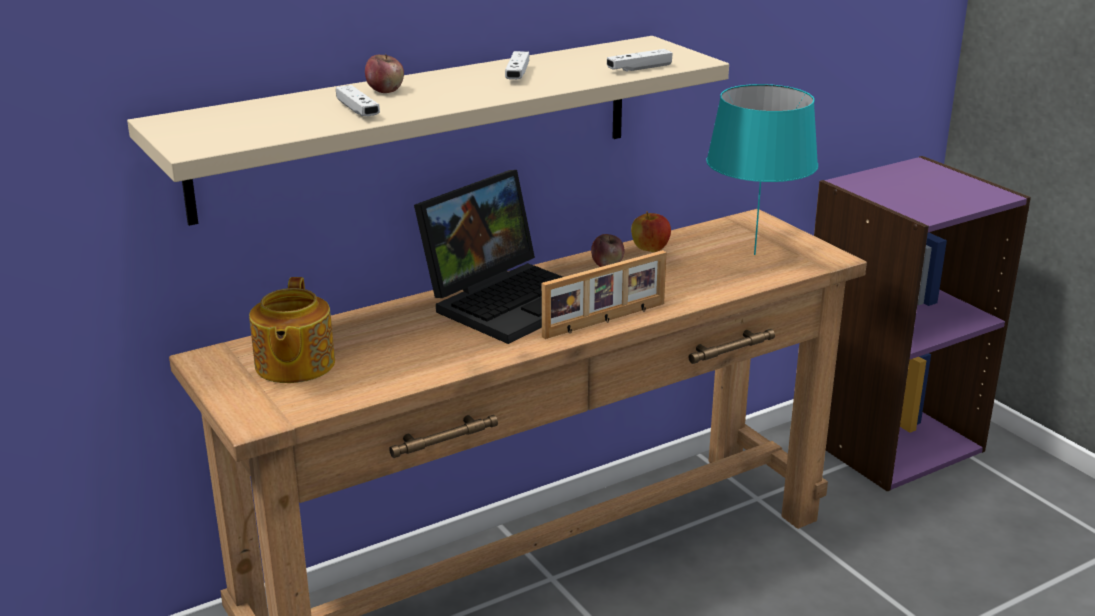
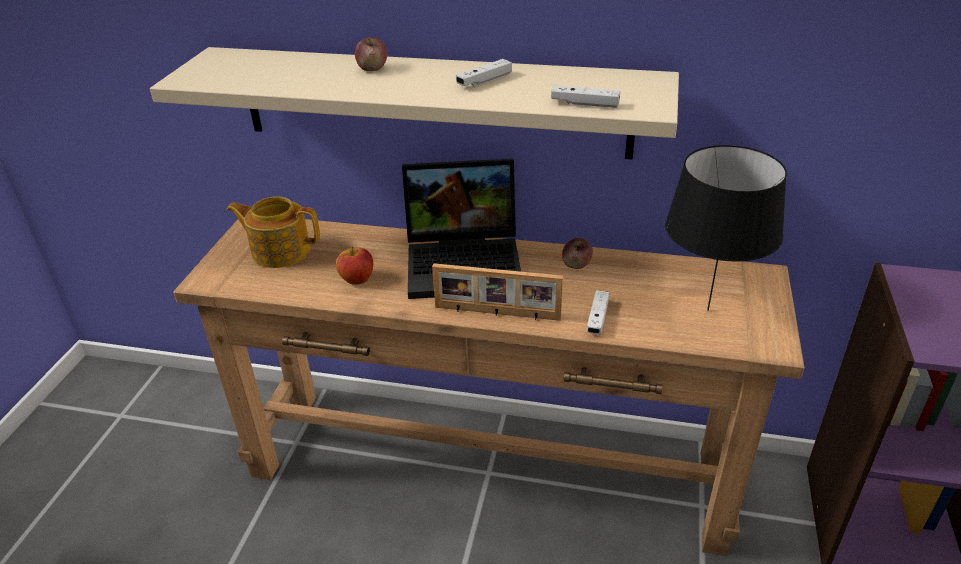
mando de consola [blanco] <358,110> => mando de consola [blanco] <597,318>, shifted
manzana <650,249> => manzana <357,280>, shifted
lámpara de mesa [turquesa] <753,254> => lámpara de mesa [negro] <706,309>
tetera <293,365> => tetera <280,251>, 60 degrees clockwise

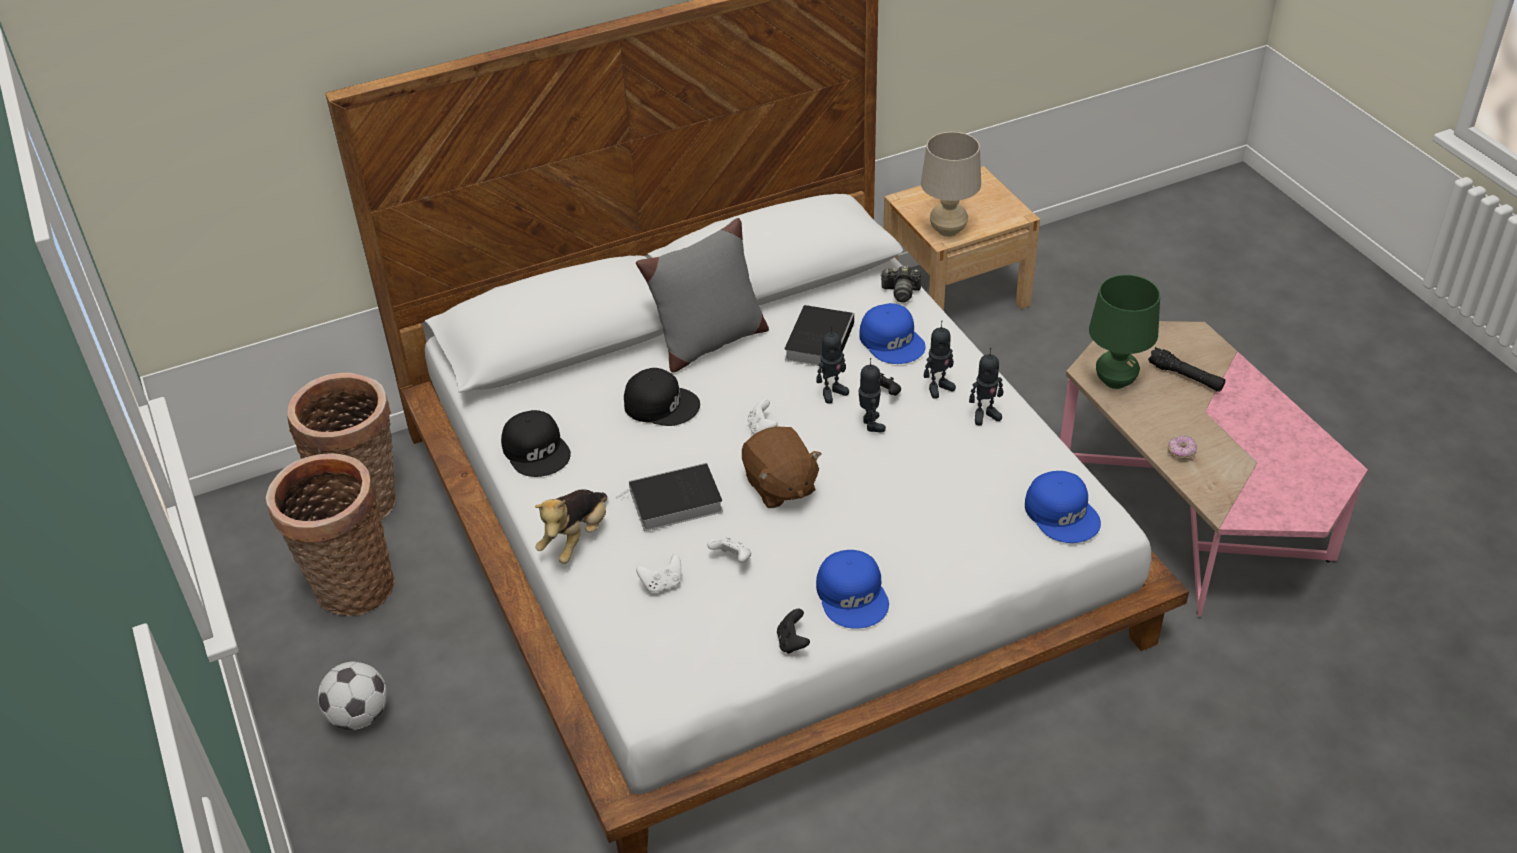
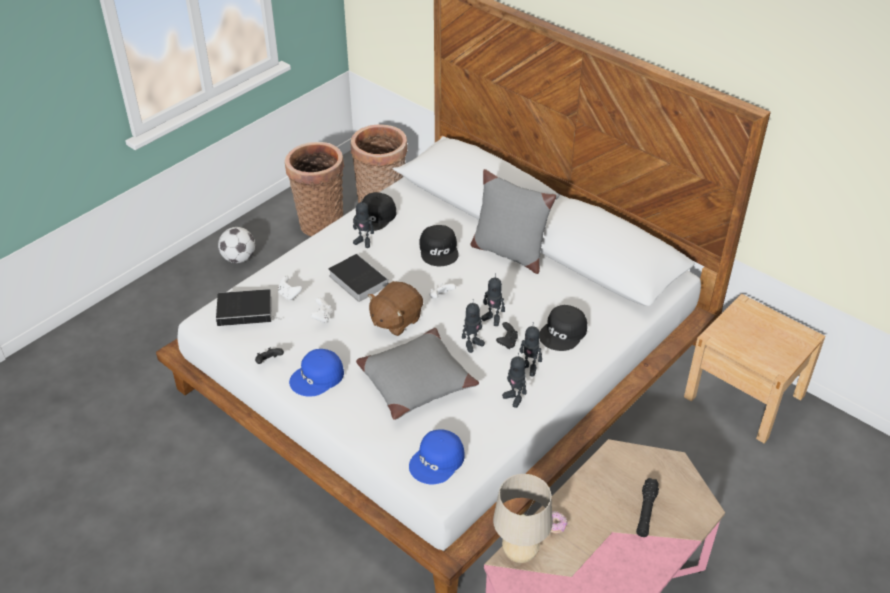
peluche <576,538> => nothing
cámara <901,292> => nothing
lámpara de mesa [verde] <1115,381> => nothing
nothing => robot de juguete <363,242>
nothing => cojín [gris] <416,381>
libro <819,339> => libro <246,310>, shifted
lámpara de mesa [beis] <948,231> => lámpara de mesa [beis] <519,553>, shifted
gorra [azul] <892,341> => gorra [negro] <563,333>

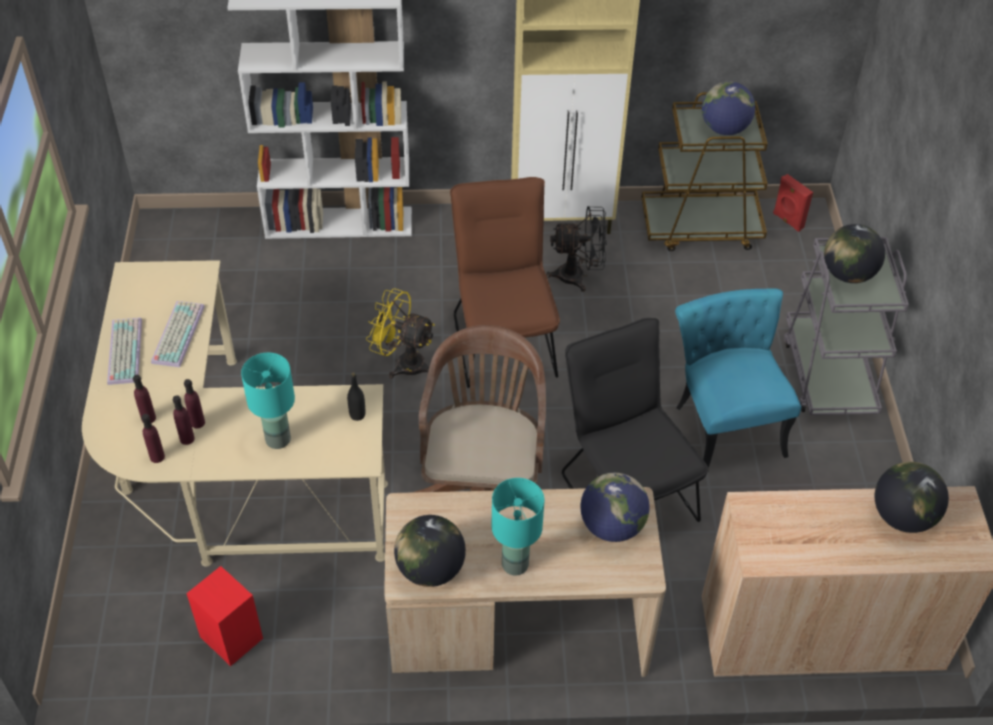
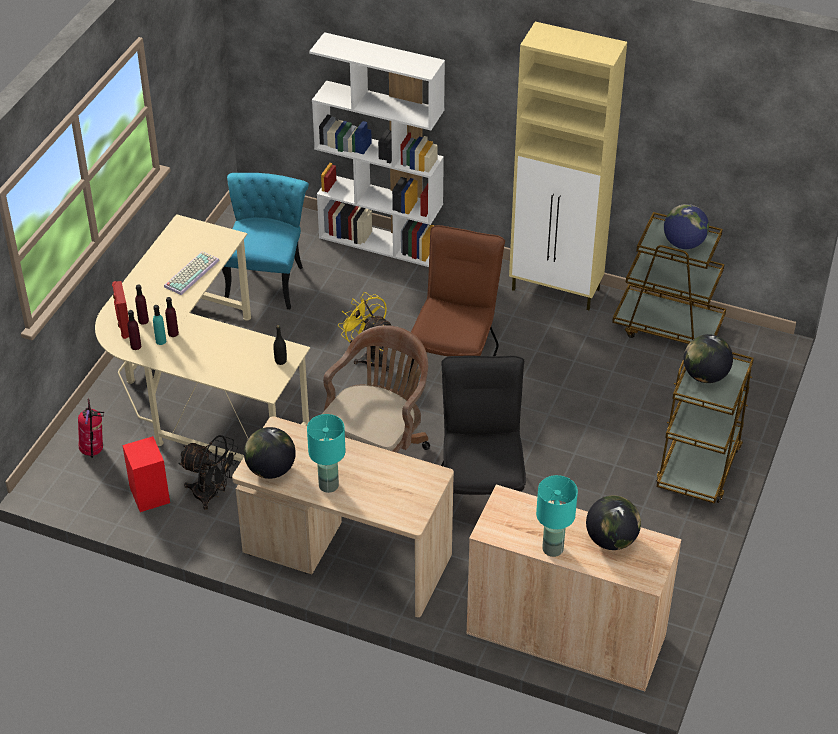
teclado <123,350> => nothing
globo terráqueo <612,526> => nothing
nothing => extintor <93,451>
lámpara de mesa [turquesa] <278,439> => lámpara de mesa [turquesa] <553,549>, shifted
ventilador [negro] <578,276> => ventilador [negro] <211,495>, shifted
silla [turquesa] <724,422> => silla [turquesa] <267,277>, shifted
altavoz [rojo] <787,221> => altavoz [rojo] <123,327>, shifted
botella [morado] <187,439> => botella [turquesa] <161,341>
carrito [gris] <828,374> => carrito [marrón] <698,465>

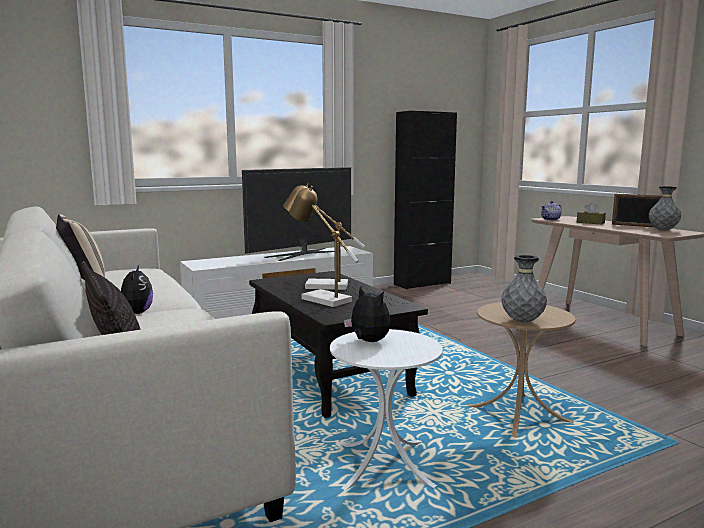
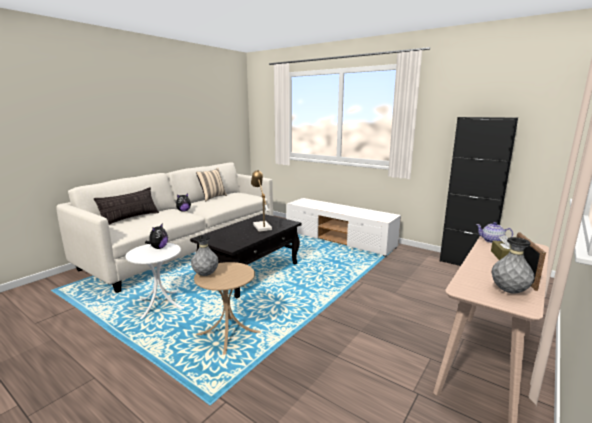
televisor <303,254> => nothing
lámpara de mesa <320,299> => nothing

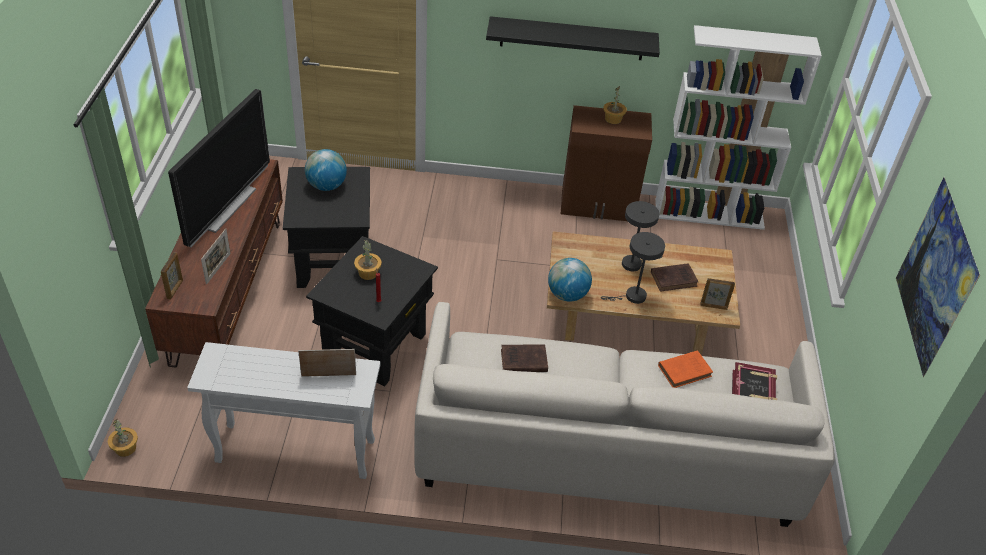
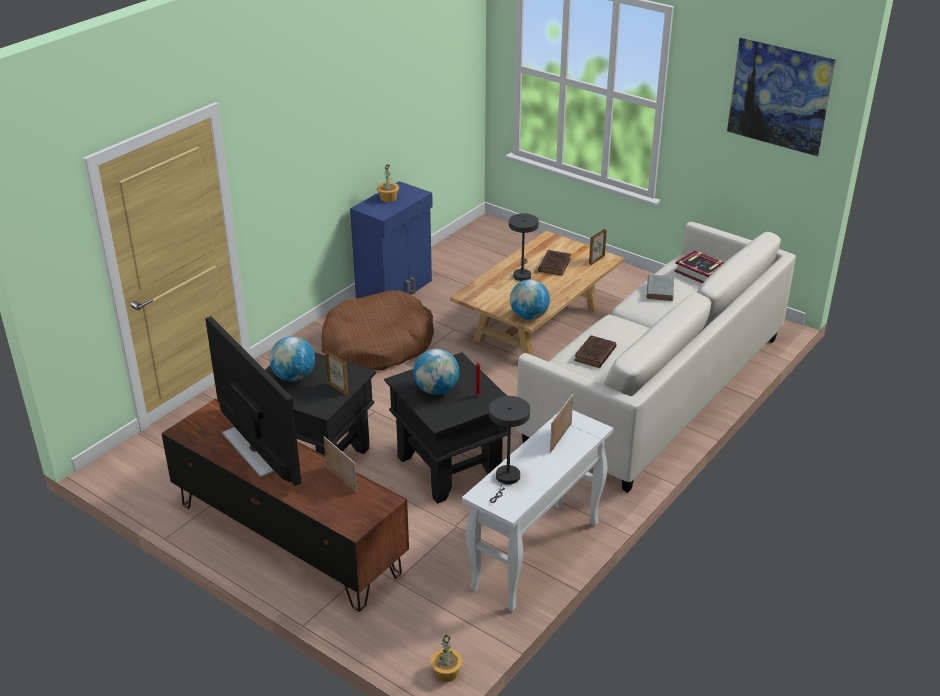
estante [negro] <572,38> => nothing
estantería [blanco] <709,213> => nothing
nothing => cama para perro [marrón] <377,345>
portarretratos <175,289> => portarretratos <338,388>, shifted
lámpara de mesa [gris] <632,297> => lámpara de mesa [gris] <506,479>, shifted
planta en maceta <368,273> => globo terráqueo <436,390>
armario [marrón] <598,206> => armario [azul] <395,290>
libro [naranja] <685,371> => libro [gris] <660,289>

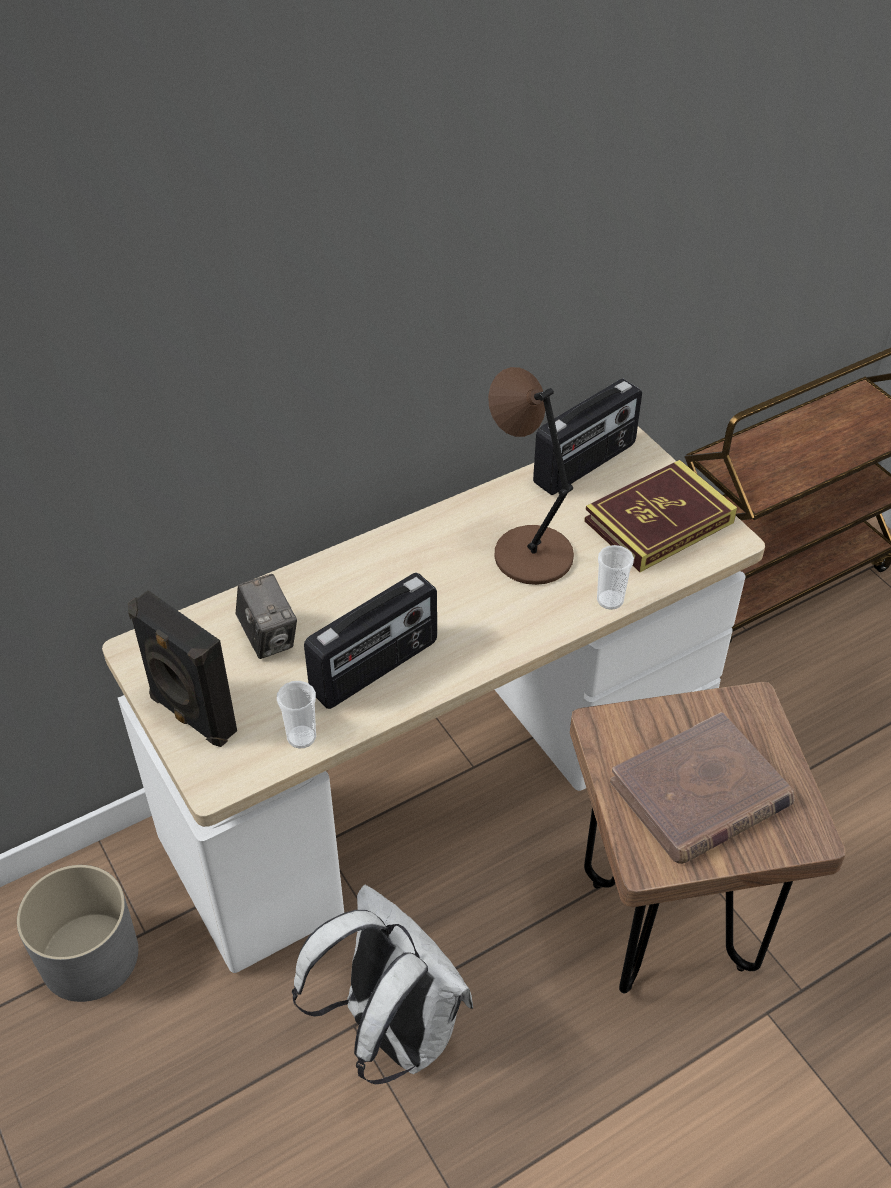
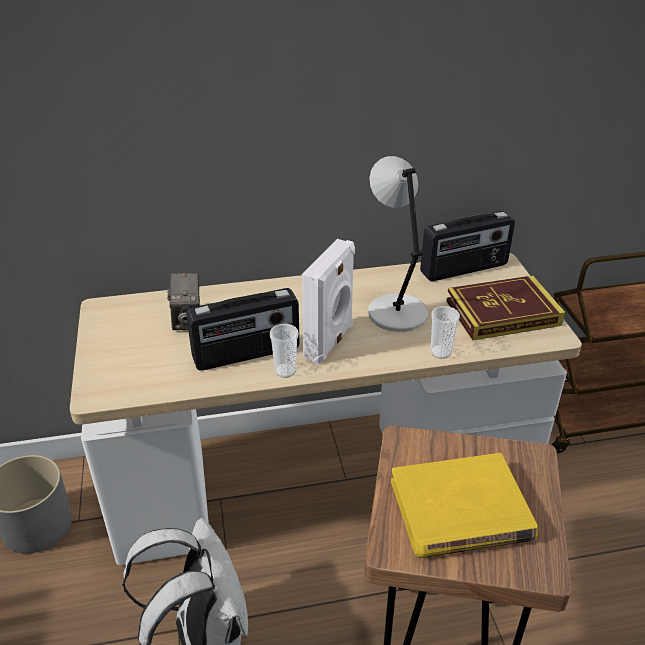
altavoz [negro] <191,716> => nothing
nothing => altavoz [blanco] <330,342>
taza <301,737> => taza <285,371>, shifted
lámpara de mesa [marrón] <529,553> => lámpara de mesa [gris] <395,311>
libro [marrón] <700,794> => libro [amarillo] <460,510>

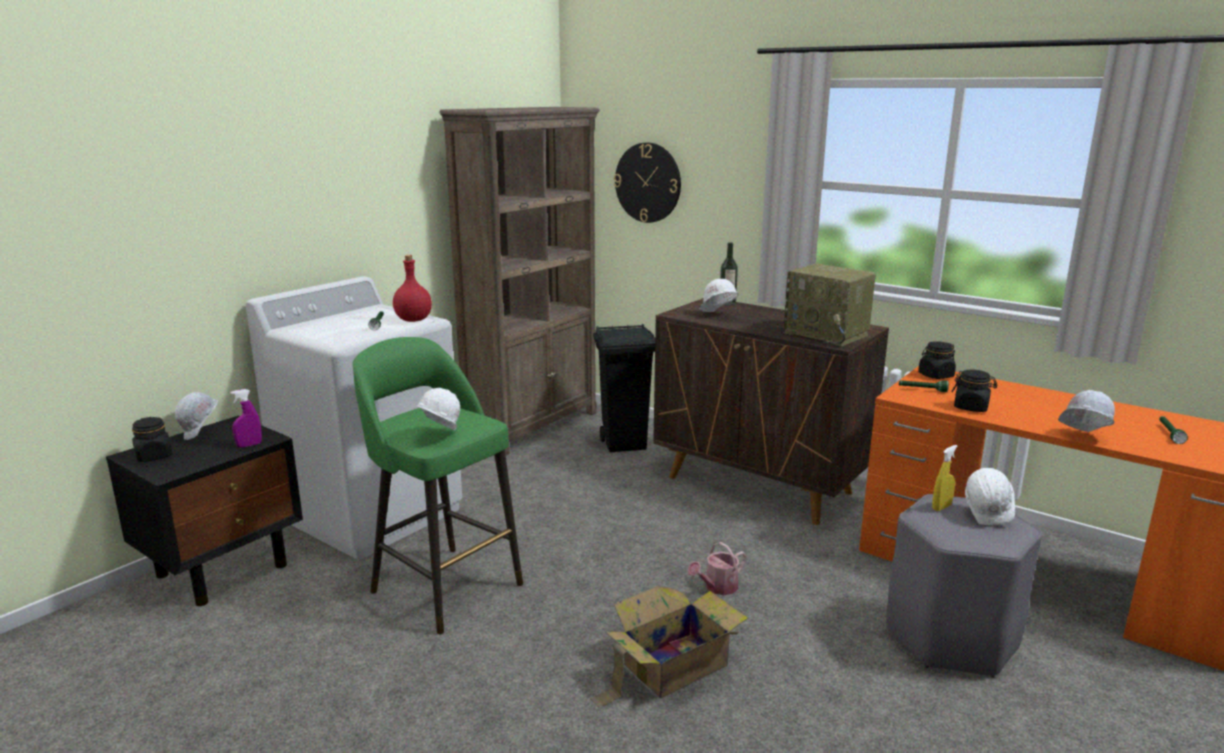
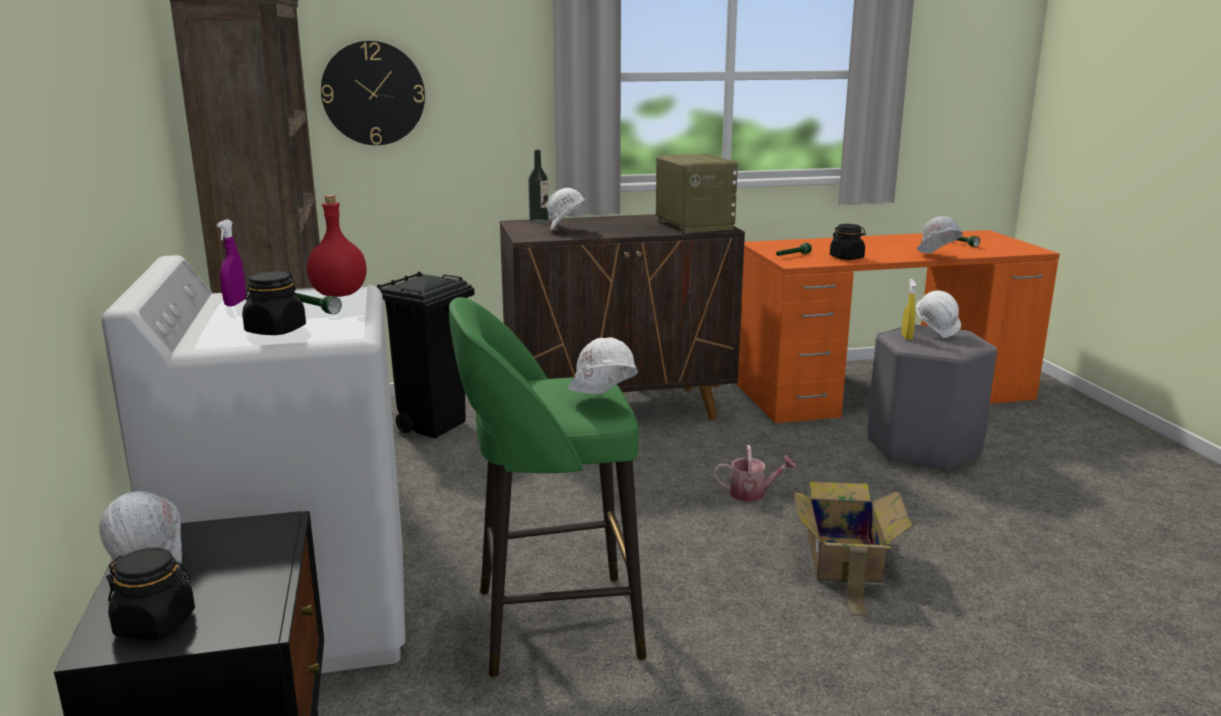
pulverizador [morado] <249,445> => pulverizador [morado] <235,303>, shifted
tarro [negro] <935,375> => tarro [negro] <275,330>, shifted
regadera <717,588> => regadera <752,493>, 90 degrees counterclockwise
radio <827,334> => radio <693,224>, 105 degrees counterclockwise

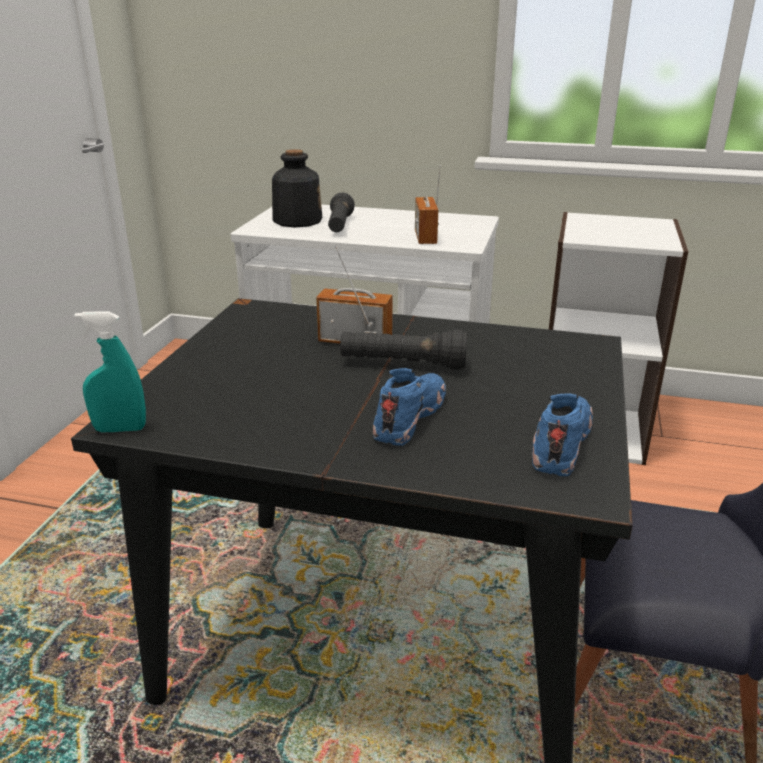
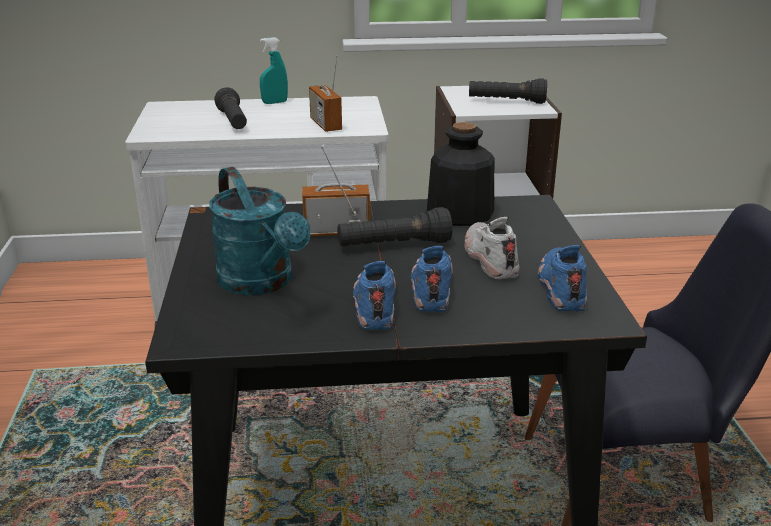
nothing => regadera [turquesa] <261,283>
nothing => zapato [azul] <375,303>
nothing => zapato [blanco] <489,258>
nothing => linterna [negro] <506,101>
pulverizador [turquesa] <120,429> => pulverizador [turquesa] <274,102>, shifted
botella <297,221> => botella <459,213>, shifted

